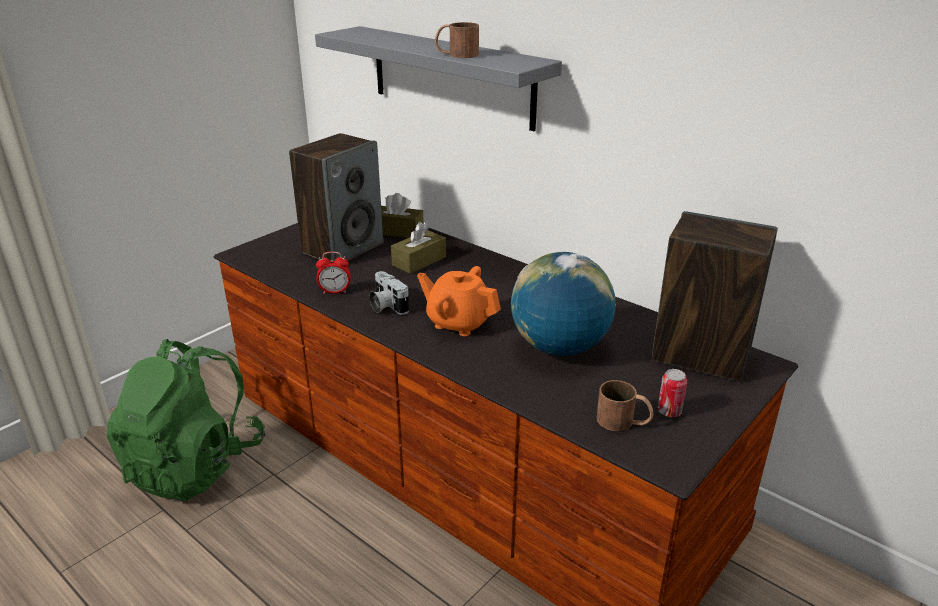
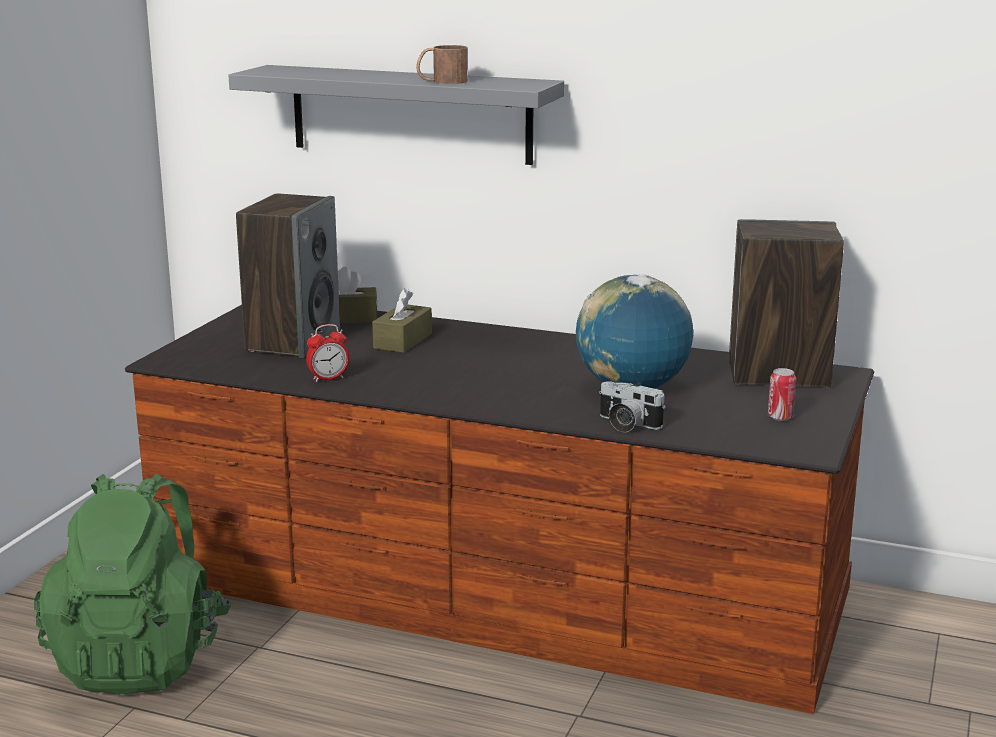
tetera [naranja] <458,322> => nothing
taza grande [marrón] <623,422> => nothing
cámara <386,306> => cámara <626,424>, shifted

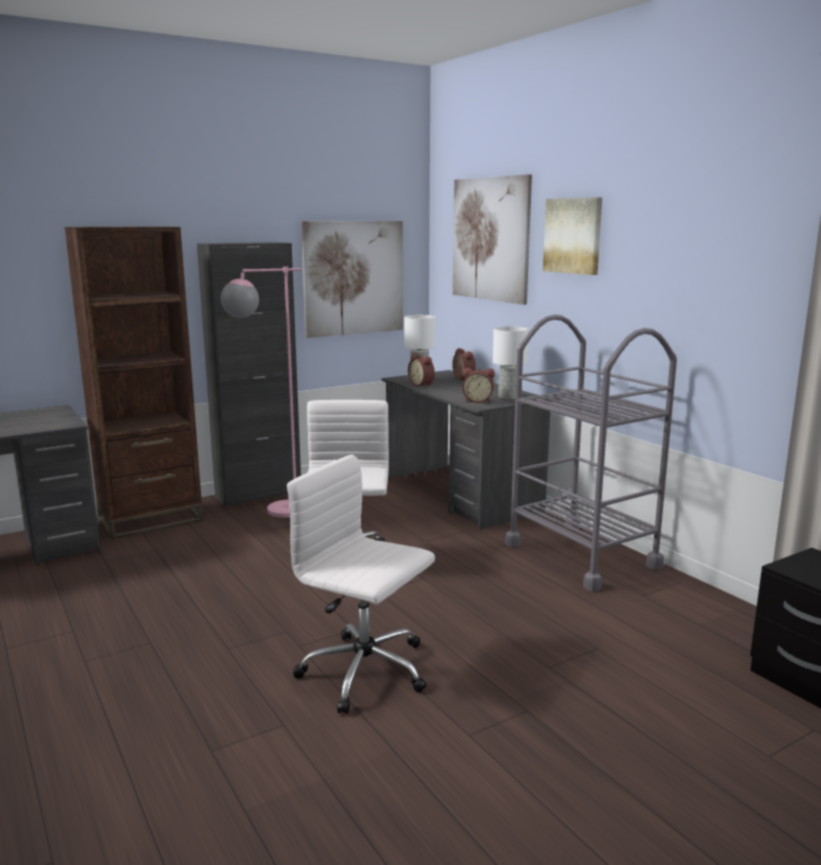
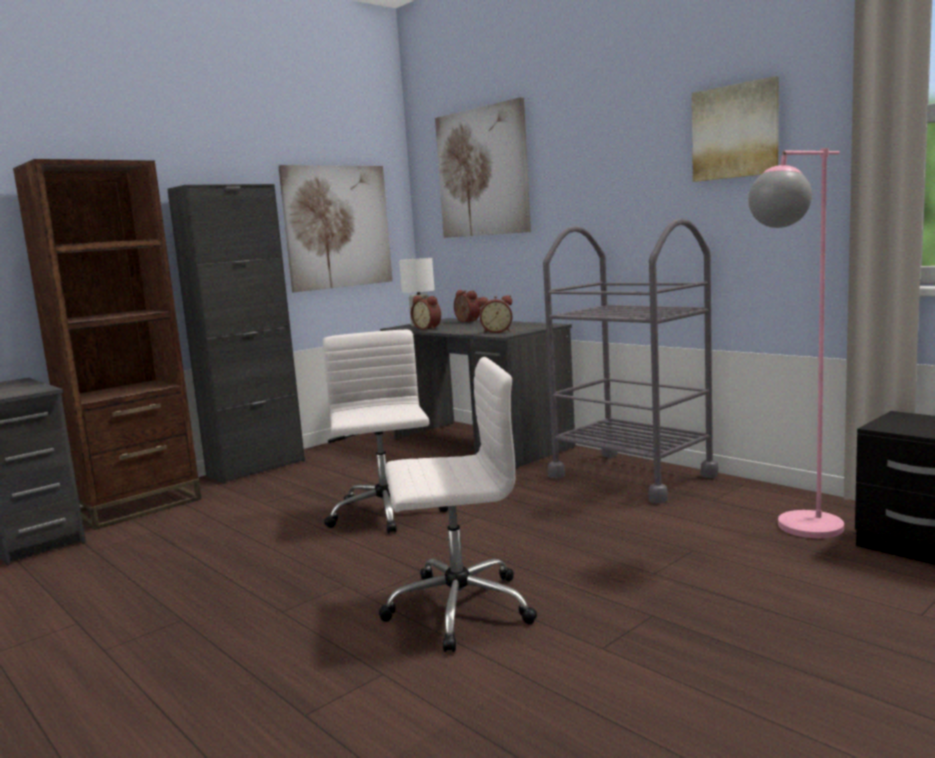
lámpara de mesa [blanco] <509,397> => nothing
lámpara de pie [rosa] <273,512> => lámpara de pie [rosa] <797,532>, shifted
cuadro <573,235> => cuadro <735,131>, shifted
silla de oficina [blanco] <366,672> => silla de oficina [blanco] <456,608>, 150 degrees clockwise

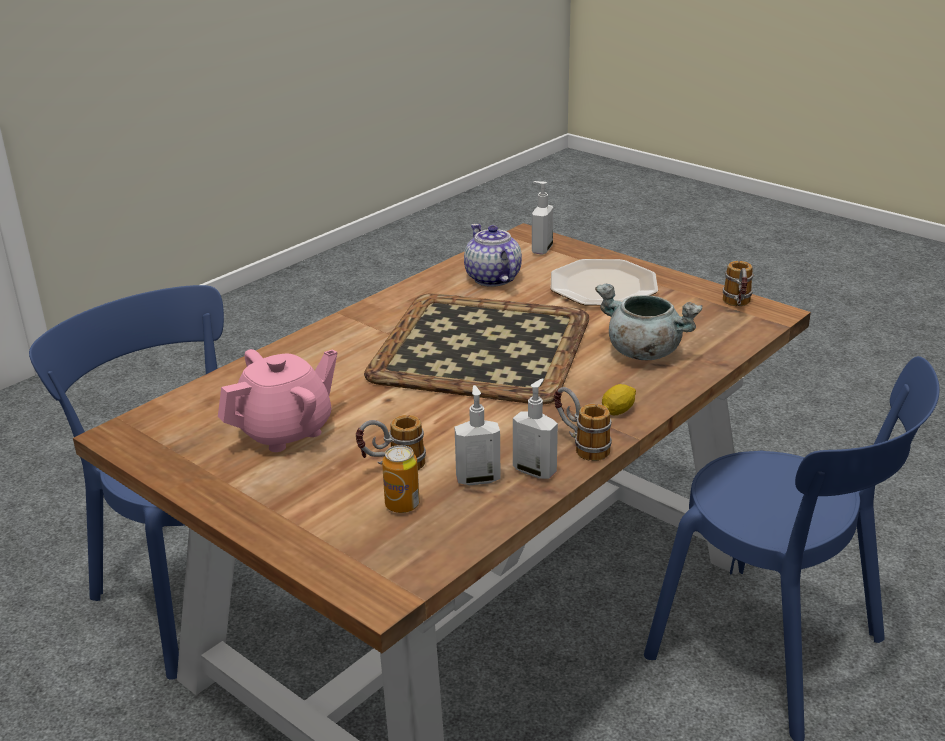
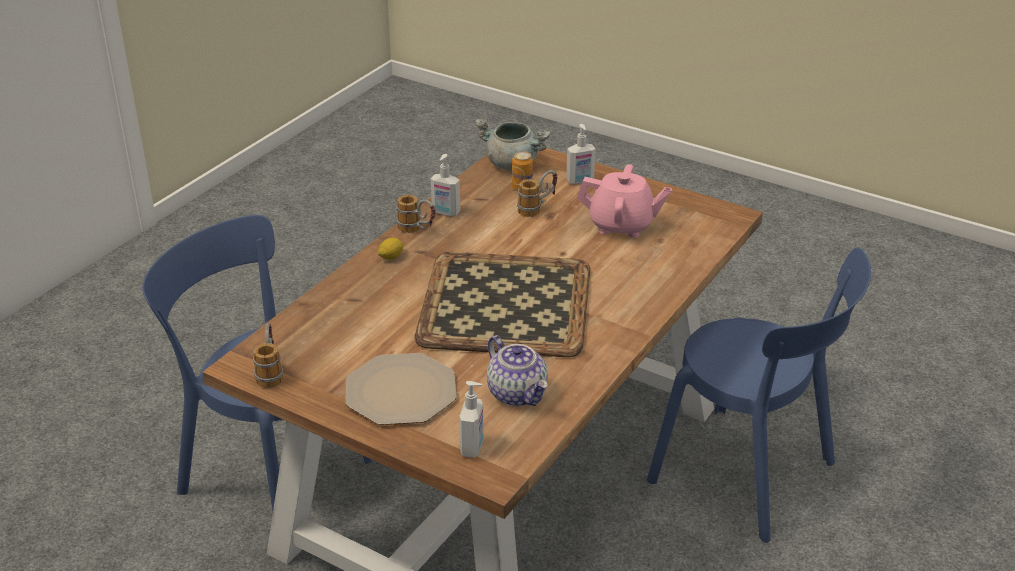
dispensador de jabón <478,478> => dispensador de jabón <580,181>, shifted
olla [gris] <643,352> => olla [gris] <513,163>, shifted
tetera [rosa] <285,431> => tetera [rosa] <621,225>, 120 degrees counterclockwise

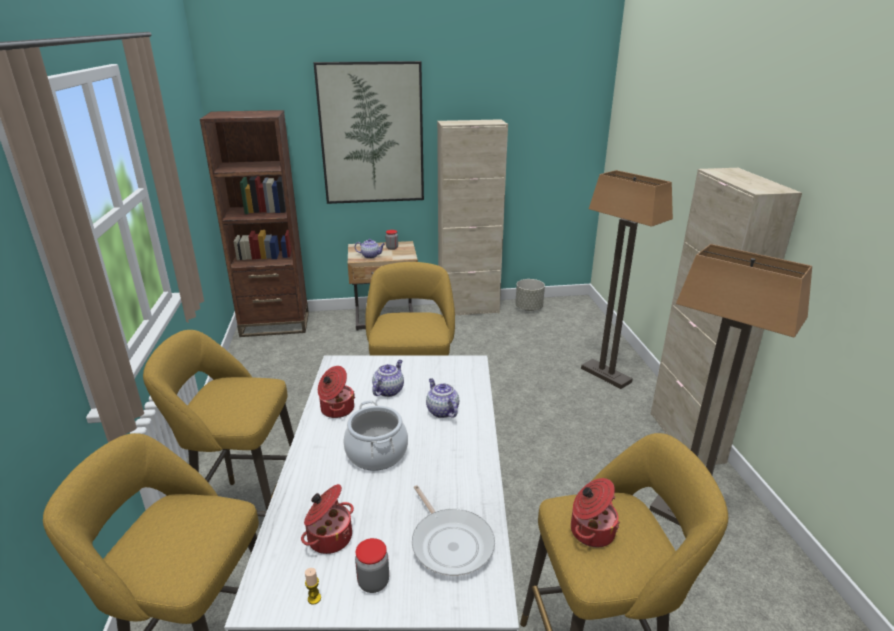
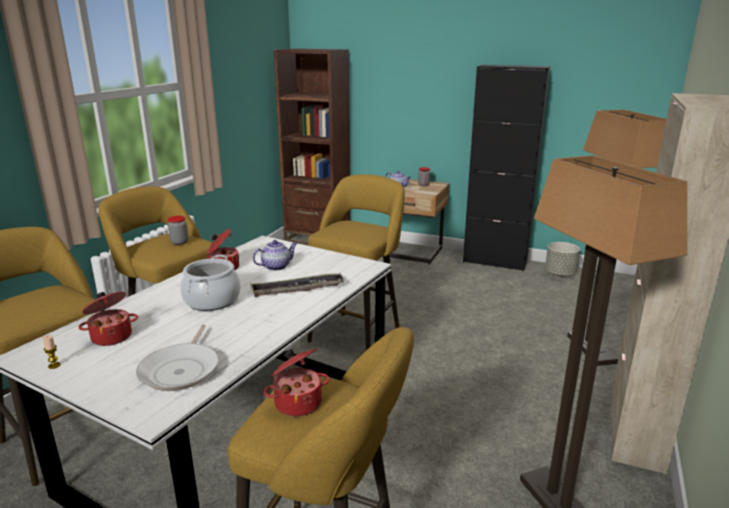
cuadro <372,134> => nothing
tarro <373,582> => tarro <179,242>, shifted
tetera <441,411> => bandeja <298,289>
armario [beis] <468,309> => armario [negro] <494,262>

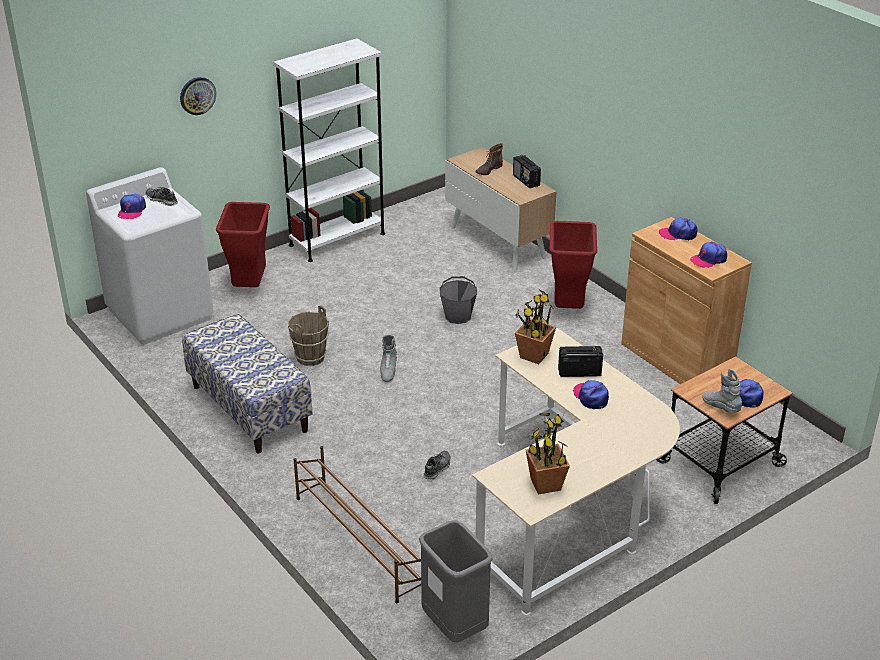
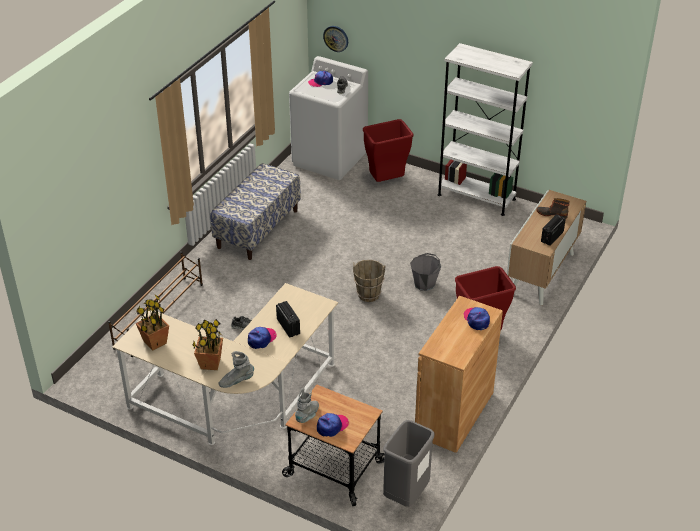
gorra <708,259> => nothing
reloj de pared <197,95> => reloj de pared <336,38>, shifted
cubo [marrón] <310,357> => cubo [marrón] <368,294>, shifted
bota [gris] <388,371> => bota [gris] <236,381>, shifted
papelera [gris] <455,627> => papelera [gris] <406,494>, shifted
planta en maceta <534,356> => planta en maceta <210,363>, shifted

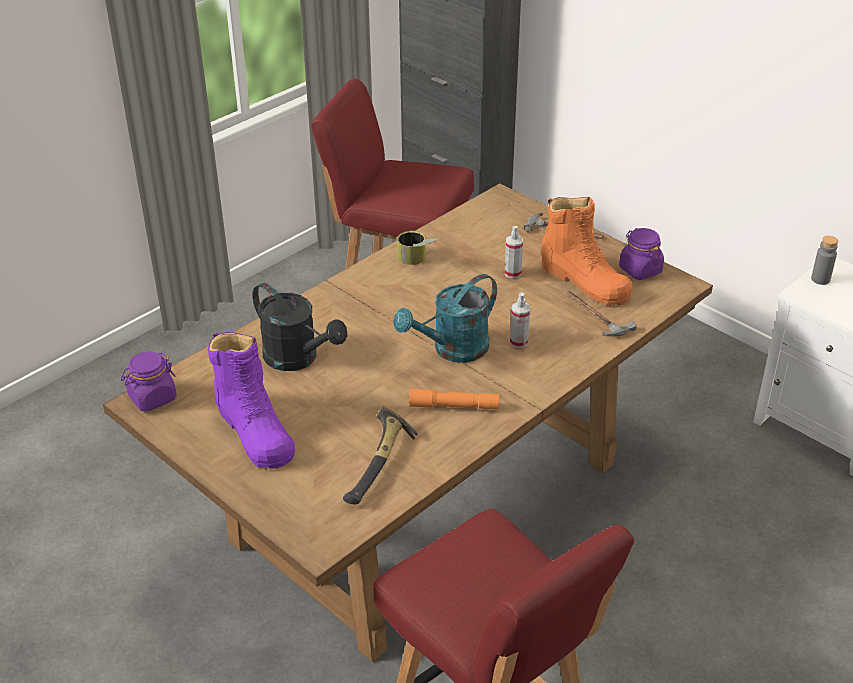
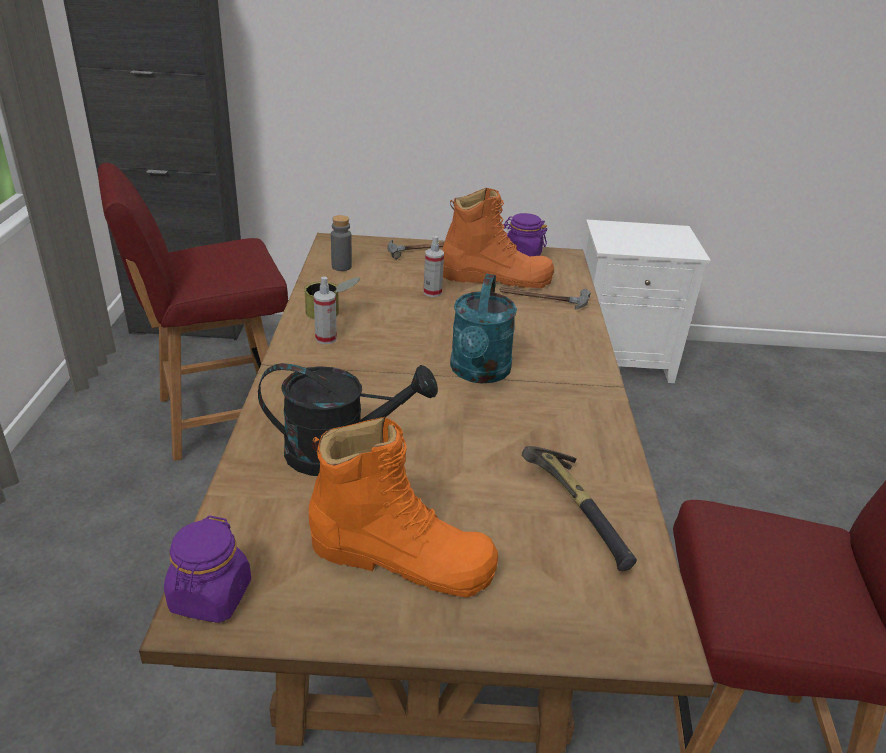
linterna [naranja] <454,406> => nothing
pulverizador <519,342> => pulverizador <326,338>, shifted
botella [gris] <820,279> => botella [gris] <341,267>, shifted
bota [morado] <254,431> => bota [naranja] <402,558>

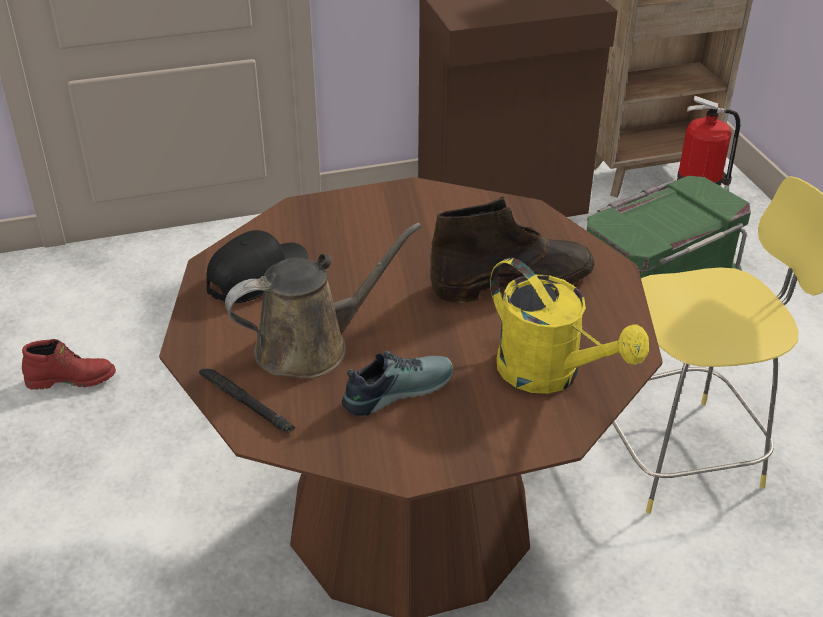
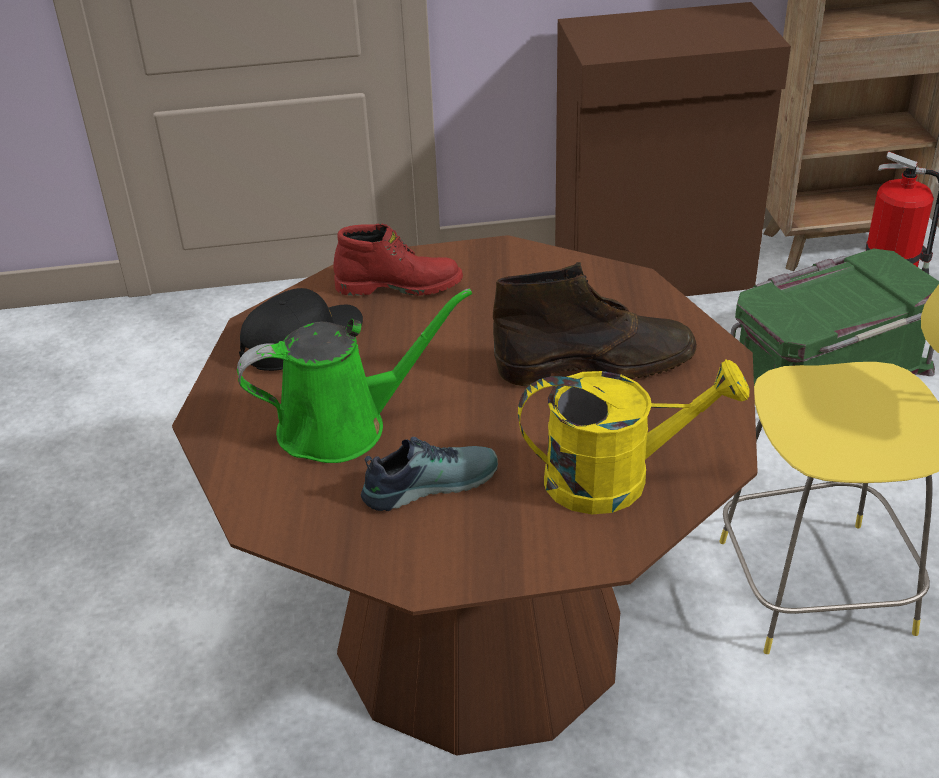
linterna [negro] <246,404> => nothing
bota [rojo] <72,379> => bota [rojo] <399,285>, shifted
regadera [marrón] <311,346> => regadera [verde] <343,426>
regadera [amarillo] <550,375> => regadera [amarillo] <616,478>, 60 degrees counterclockwise

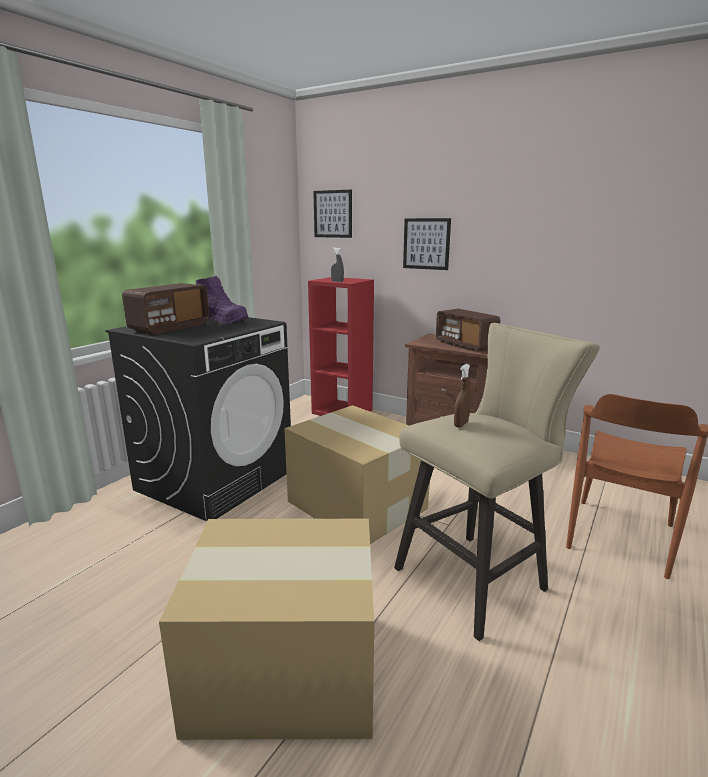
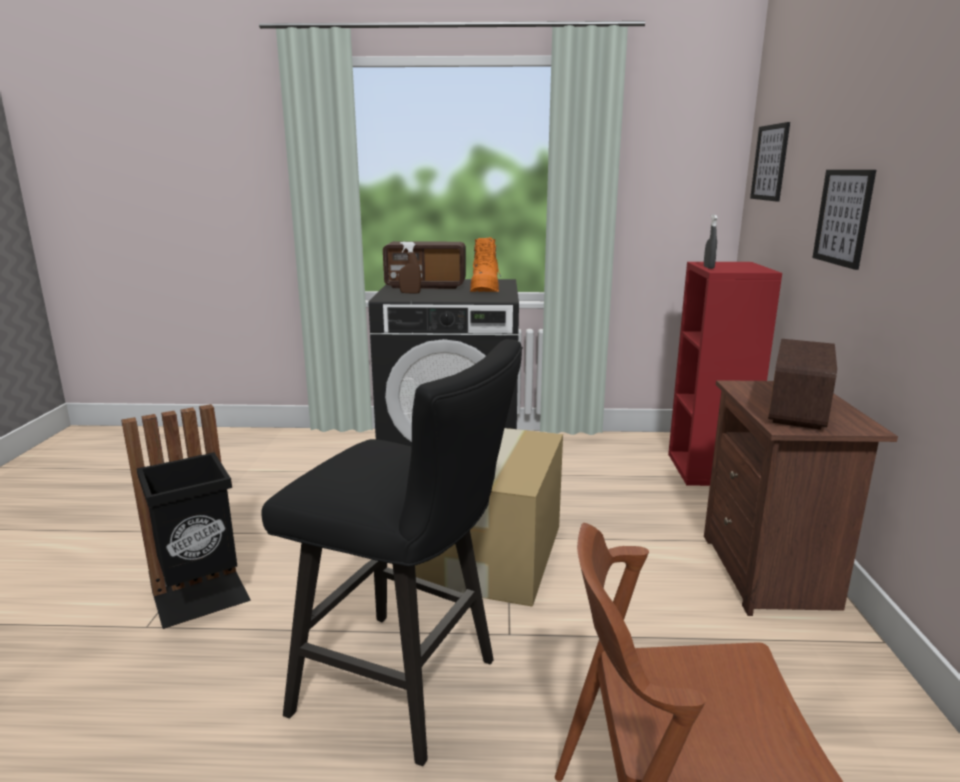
pulverizador [marrón] <461,424> => pulverizador [marrón] <410,293>, shifted
caja de cartón <282,667> => papelera [negro] <202,597>
bota [morado] <223,320> => bota [naranja] <485,289>
taburete [beis] <478,577> => taburete [negro] <408,689>

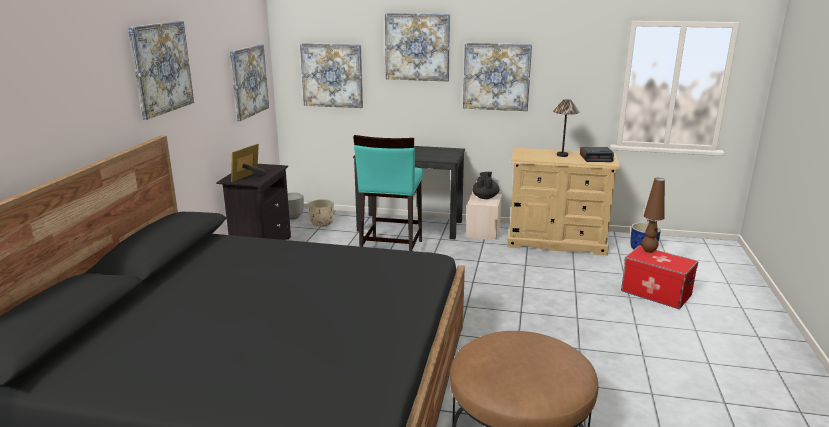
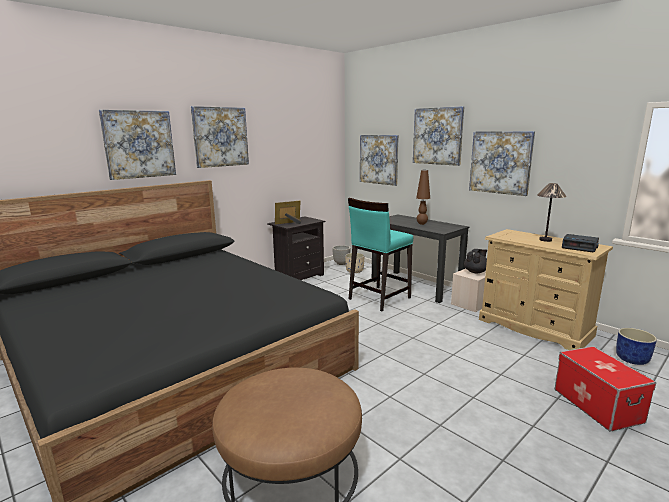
cuadro <248,81> => cuadro <139,144>, shifted
lámpara de mesa [marrón] <648,251> => lámpara de mesa [marrón] <421,224>, shifted

